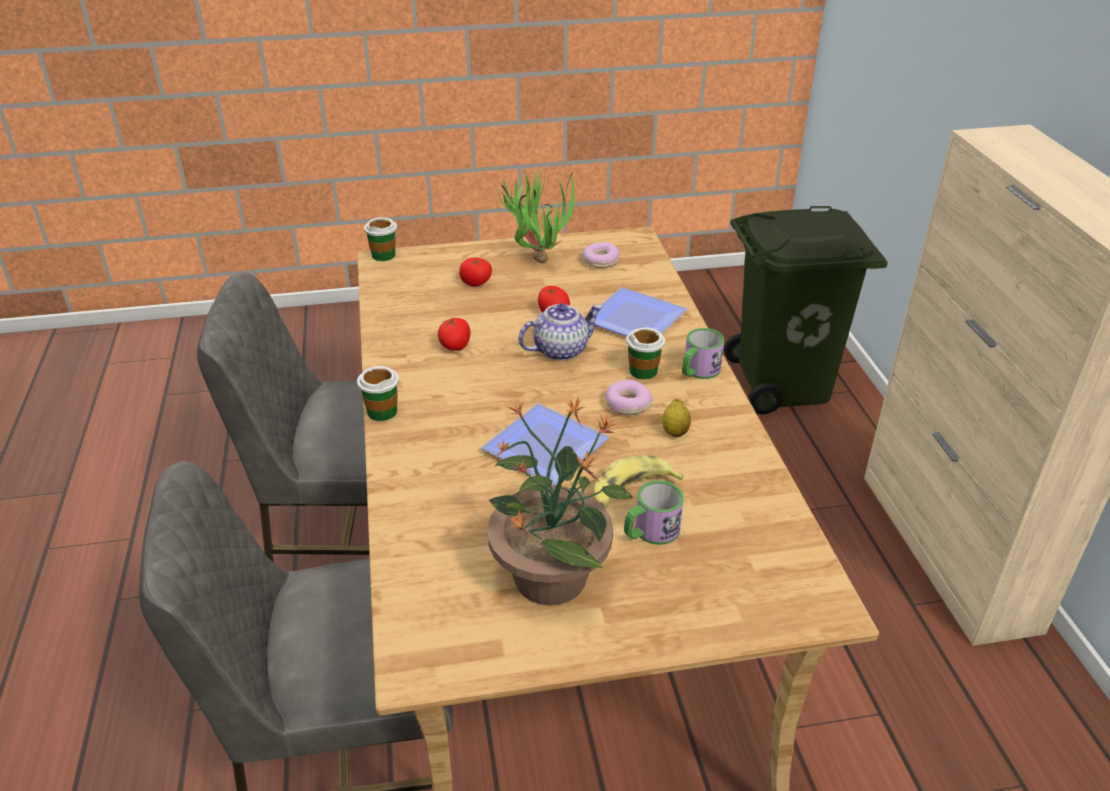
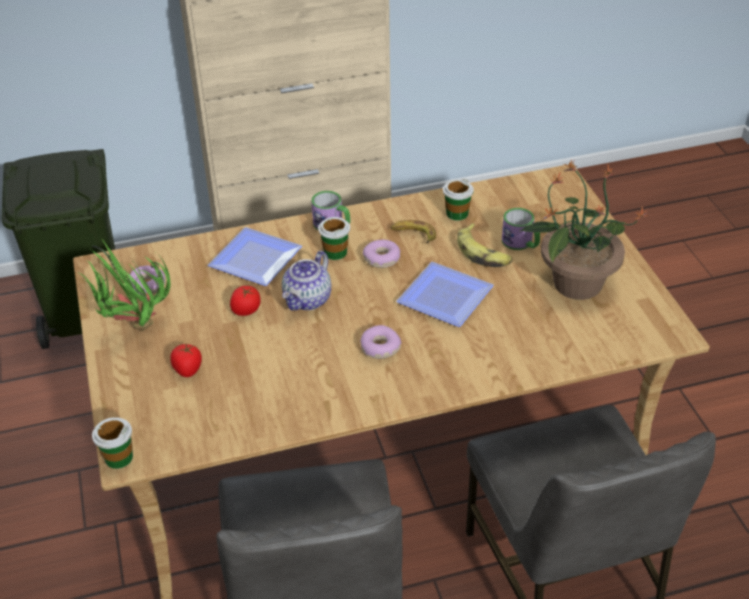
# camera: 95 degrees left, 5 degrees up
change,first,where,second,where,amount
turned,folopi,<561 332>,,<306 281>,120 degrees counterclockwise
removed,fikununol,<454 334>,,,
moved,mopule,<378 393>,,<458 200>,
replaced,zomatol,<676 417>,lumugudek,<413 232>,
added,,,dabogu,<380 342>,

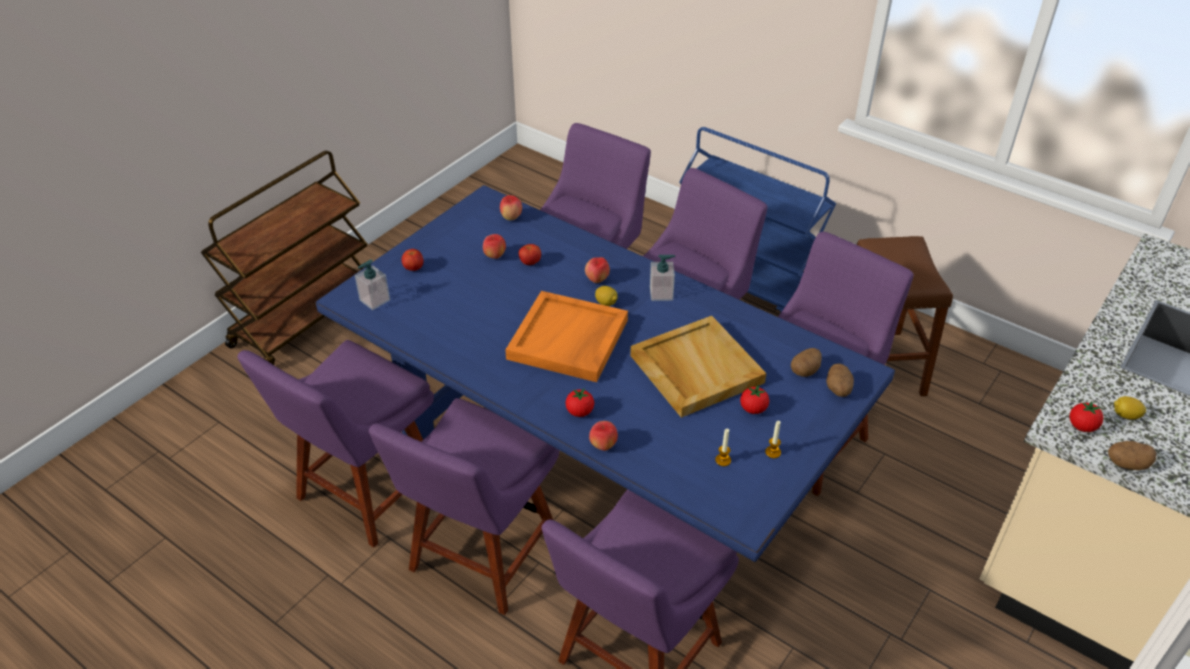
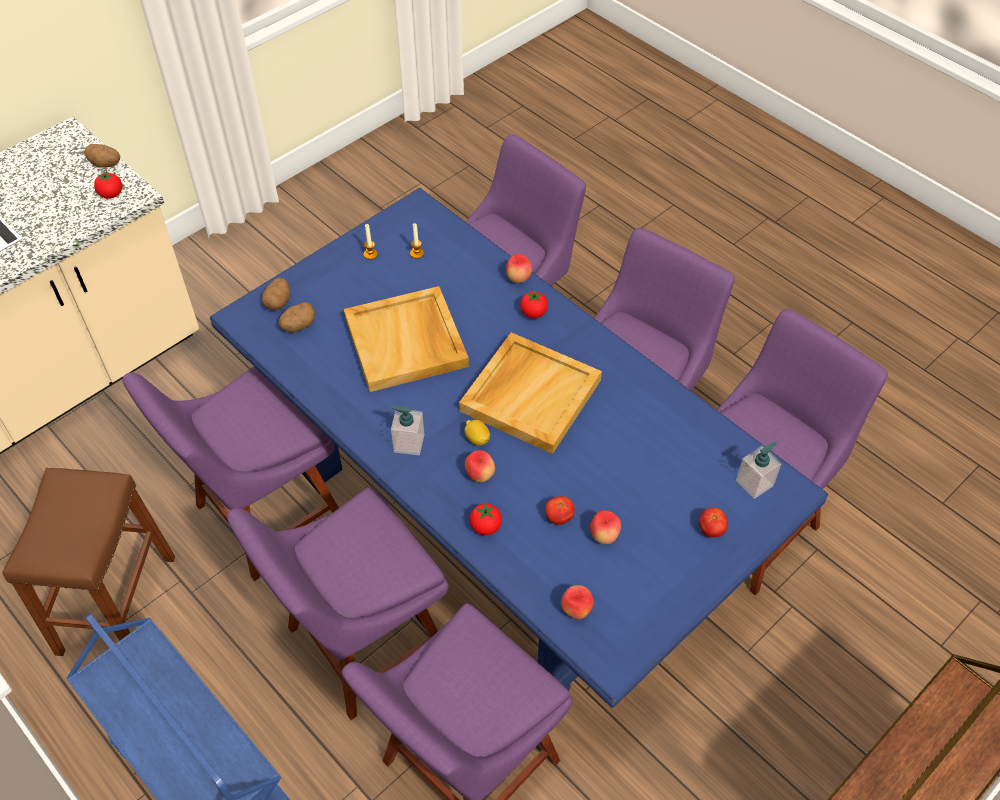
# camera: 170 degrees left, 10 degrees up
change,first,where,second,where,amount
recoloured,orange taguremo,<566 336>,beige taguremo,<530 393>,
moved,fikununol,<754 399>,,<485 519>,
removed,zomatol,<1130 408>,,,

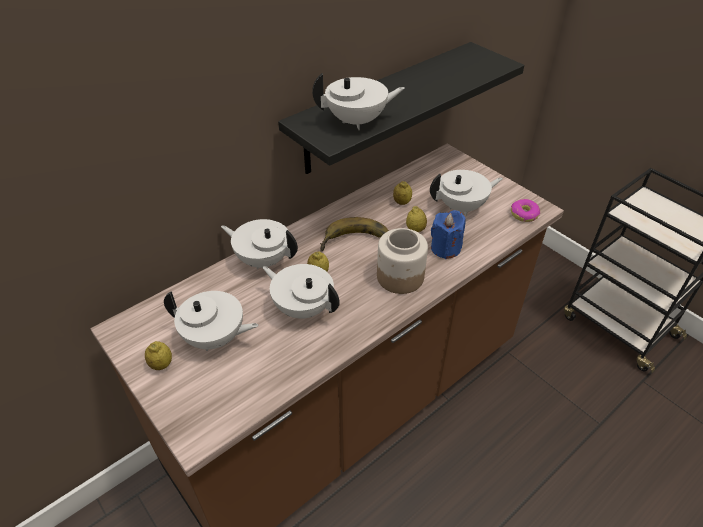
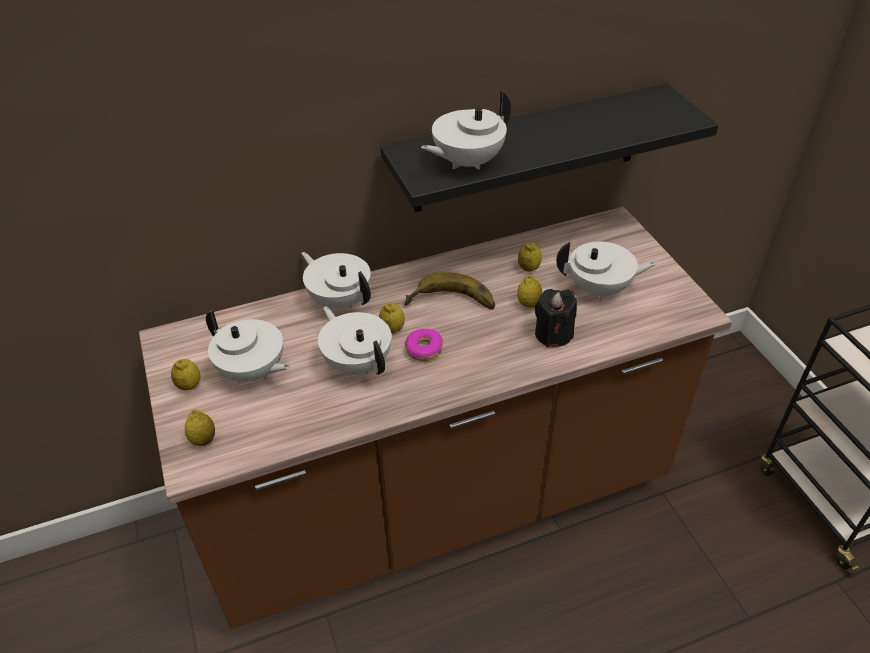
# camera: 20 degrees right, 0 degrees up
change,first,where,second,where,amount
turned,white folopi,<358 101>,,<466 130>,135 degrees clockwise
moved,dabogu,<525 210>,,<424 345>,
recoloured,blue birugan,<448 234>,black birugan,<556 318>,
removed,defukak,<402 261>,,,
added,,,zomatol,<200 427>,

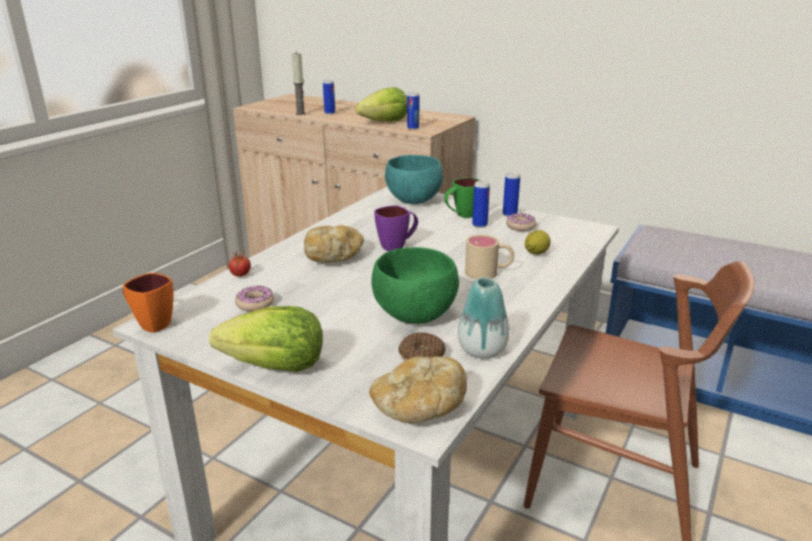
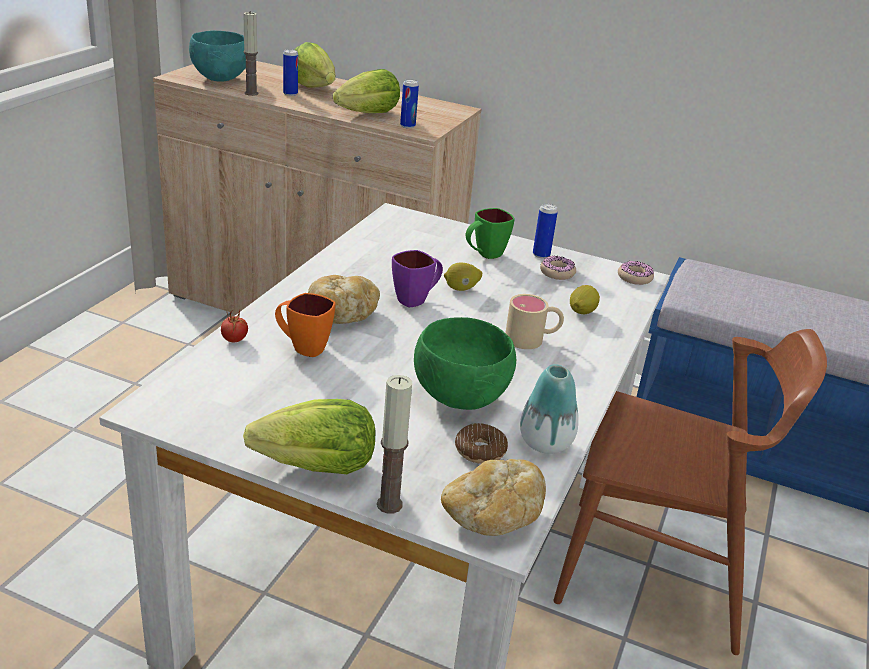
# camera: 10 degrees left, 5 degrees up
change,first,where,second,where,amount
moved,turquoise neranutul,<414 179>,,<217 56>,
removed,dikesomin,<481 204>,,,
moved,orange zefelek,<148 303>,,<305 325>,
moved,dabogu,<254 298>,,<636 273>,
added,,,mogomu,<314 65>,
added,,,zomatol,<463 277>,
added,,,birugan,<394 444>,

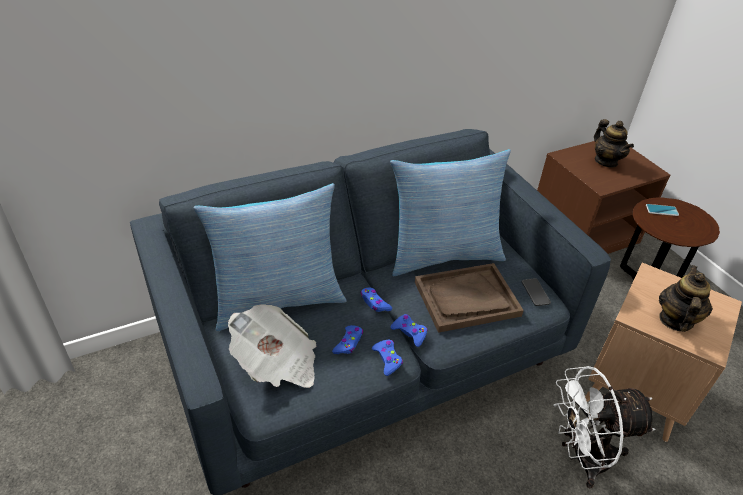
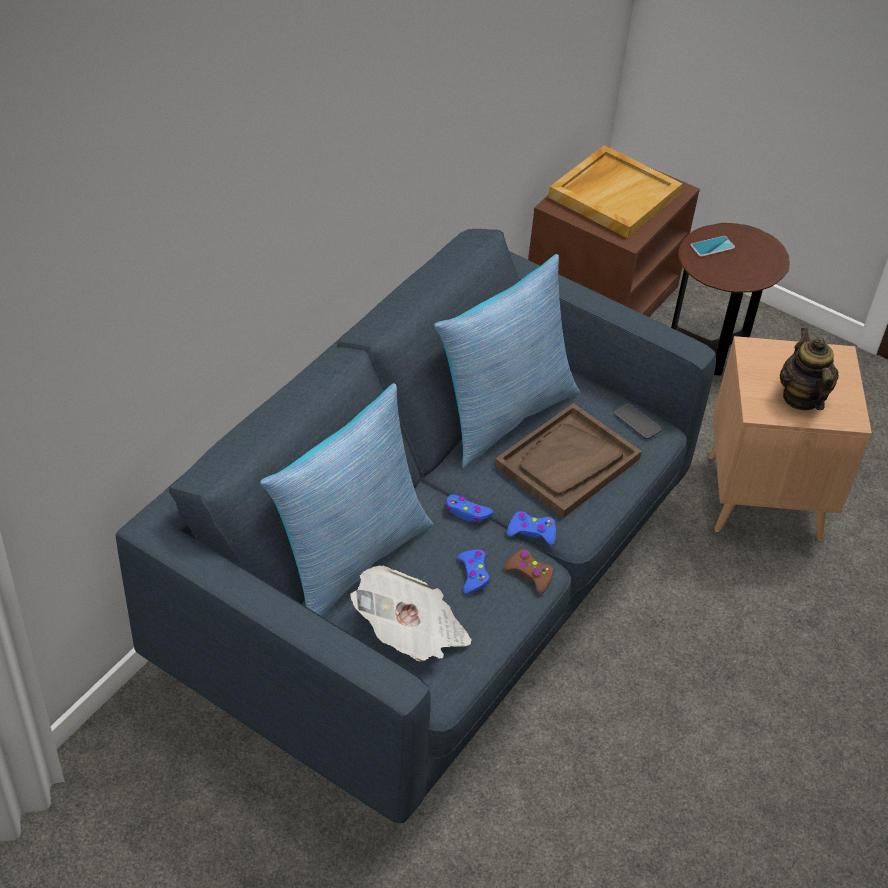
# camera: 30 degrees left, 5 degrees up
change,first,where,second,where,amount
replaced,folopi,<614 143>,beige taguremo,<615 191>,
recoloured,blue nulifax,<387 358>,brown nulifax,<529 572>,
removed,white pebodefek,<604 427>,,,

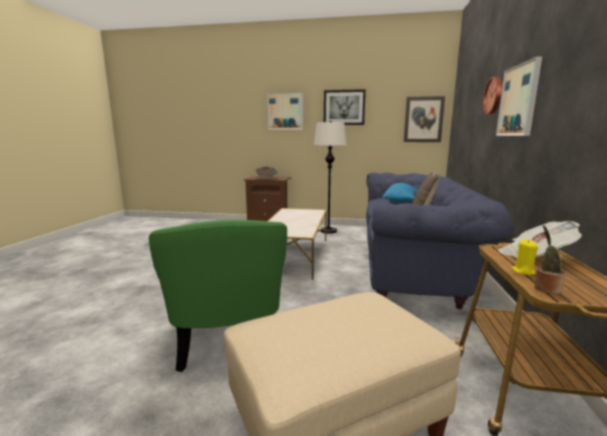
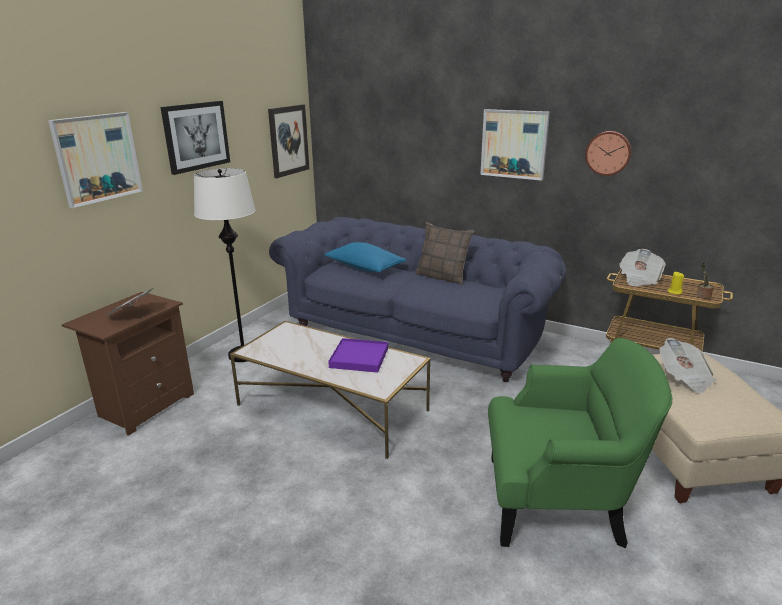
# camera: 70 degrees left, 10 degrees up
change,first,where,second,where,amount
moved,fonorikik,<492 95>,,<608 153>,
added,,,purple taguremo,<358 355>,
added,,,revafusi,<688 366>,

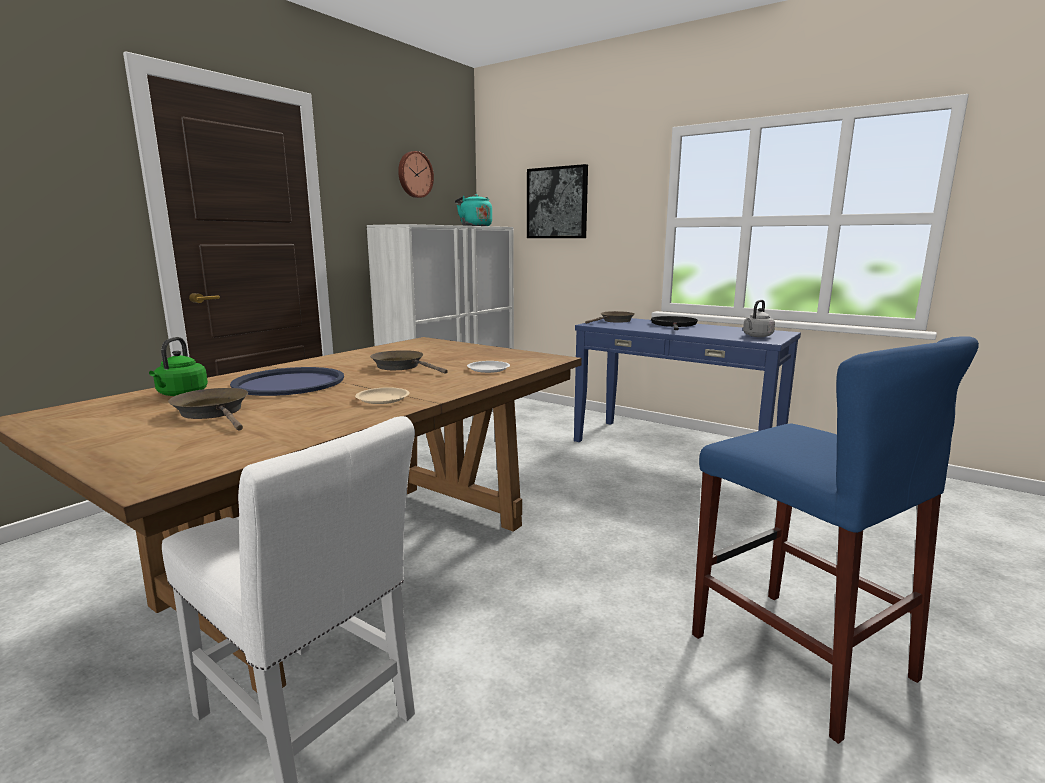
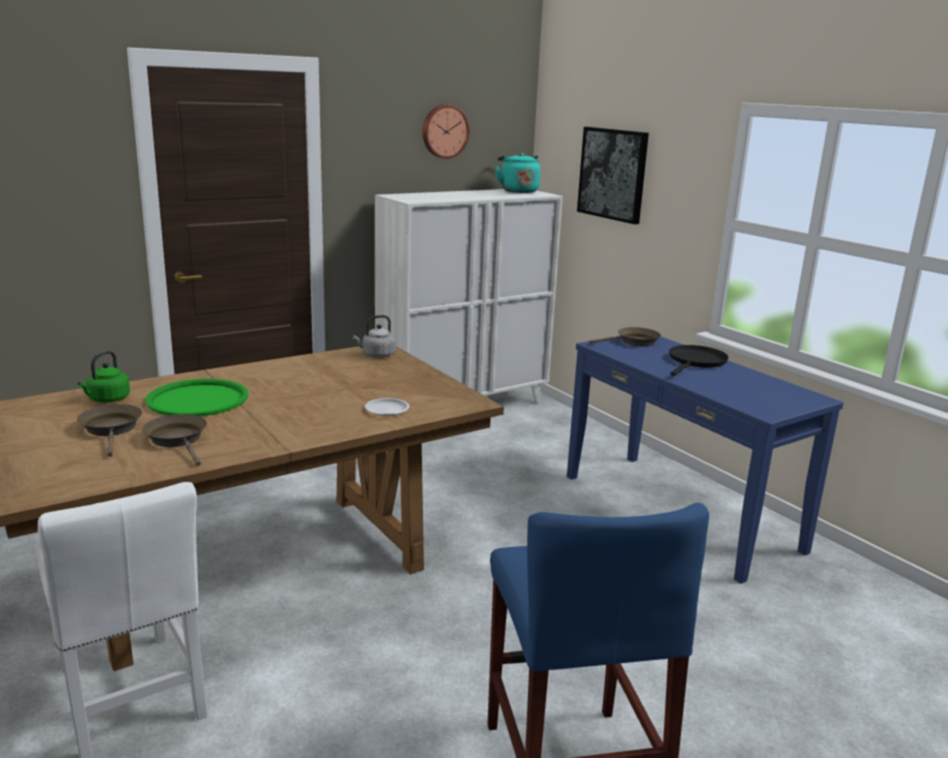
# camera: 20 degrees right, 5 degrees up
change,first,where,second,where,amount
moved,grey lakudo,<759 318>,,<374 336>,
moved,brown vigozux,<409 362>,,<174 440>,
recoloured,blue taguremo,<287 381>,green taguremo,<196 397>,
removed,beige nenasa,<382 395>,,,

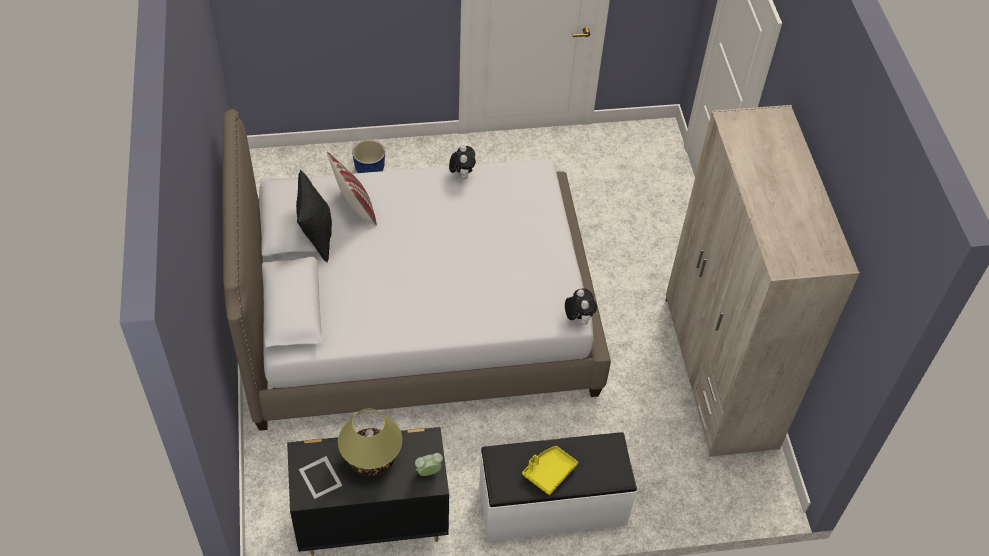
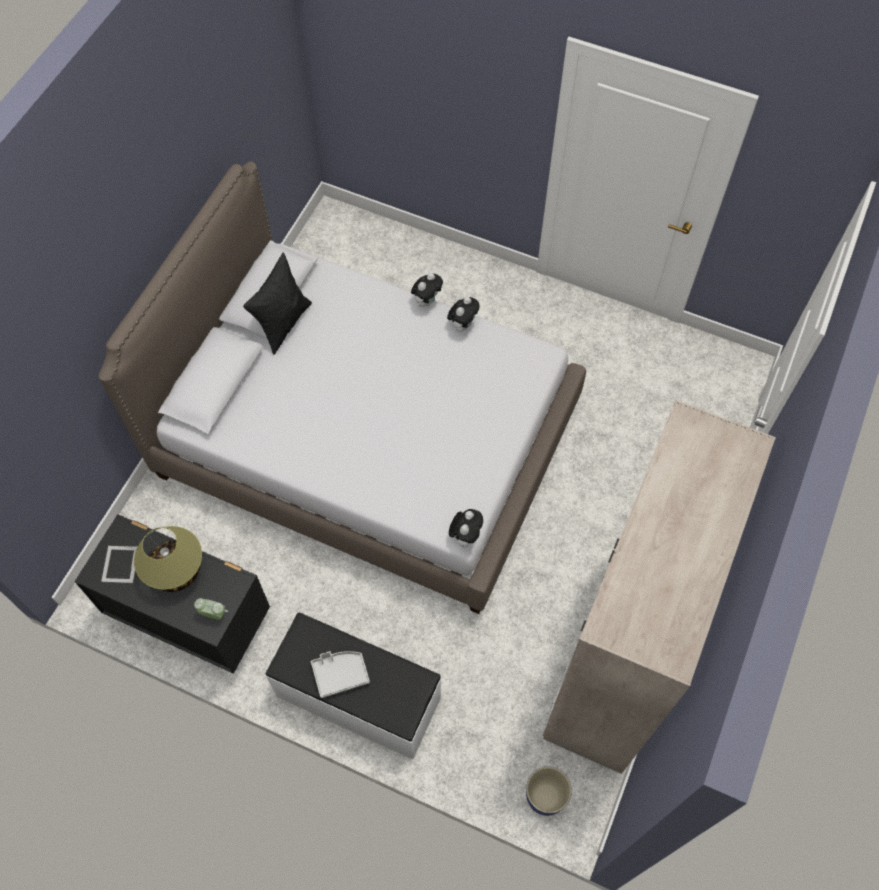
# camera: 35 degrees right, 10 degrees up
change,first,where,second,where,amount
moved,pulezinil,<368 156>,,<549 791>,
removed,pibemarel,<351 189>,,,
recoloured,yellow taguremo,<550 470>,grey taguremo,<340 674>,
added,,,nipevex,<427 290>,

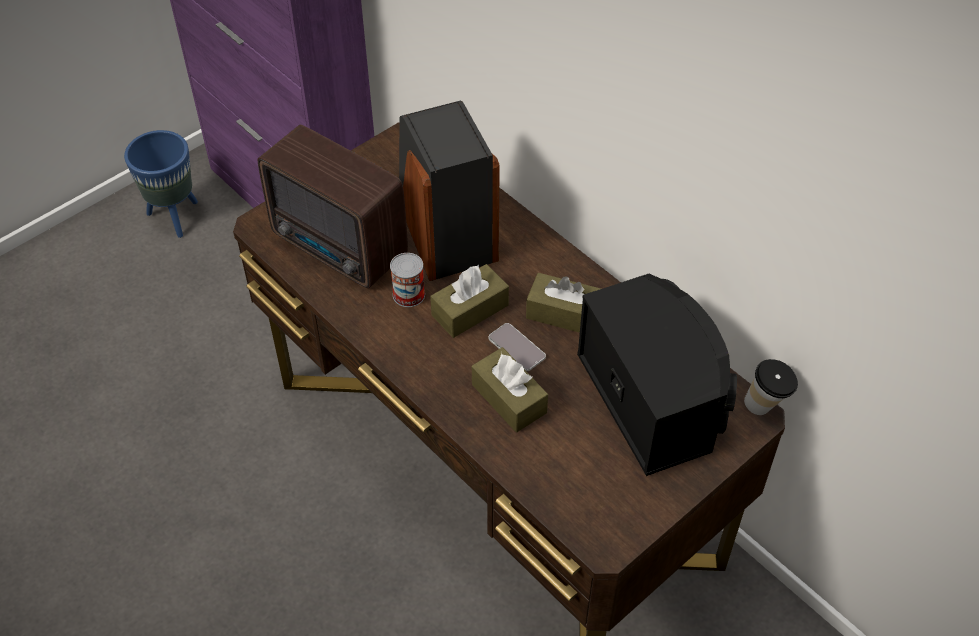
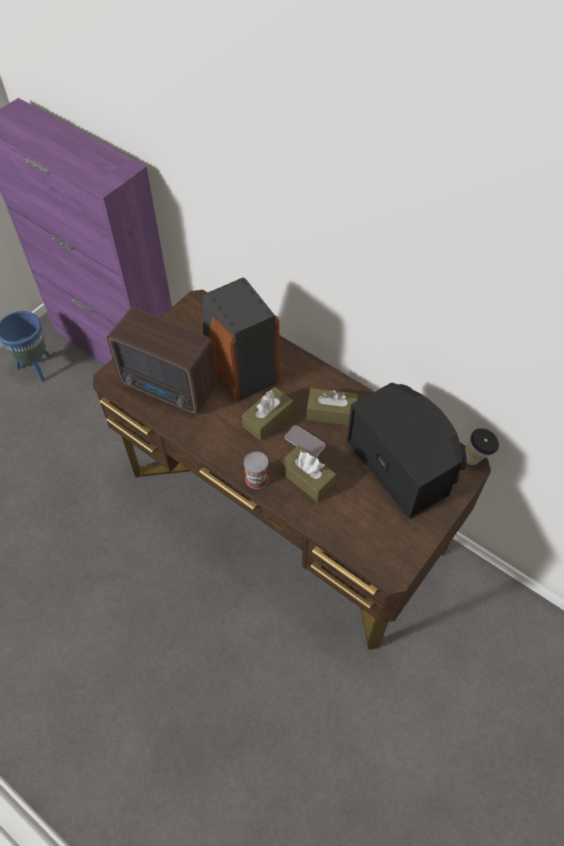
# camera: 10 degrees left, 5 degrees up
change,first,where,second,where,amount
moved,dikesomin,<407 280>,,<256 470>,

